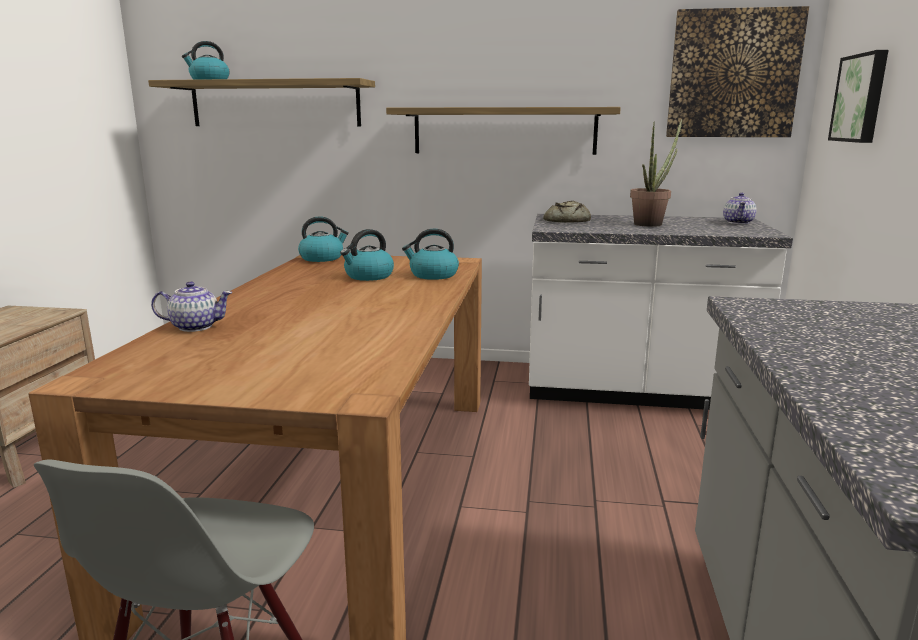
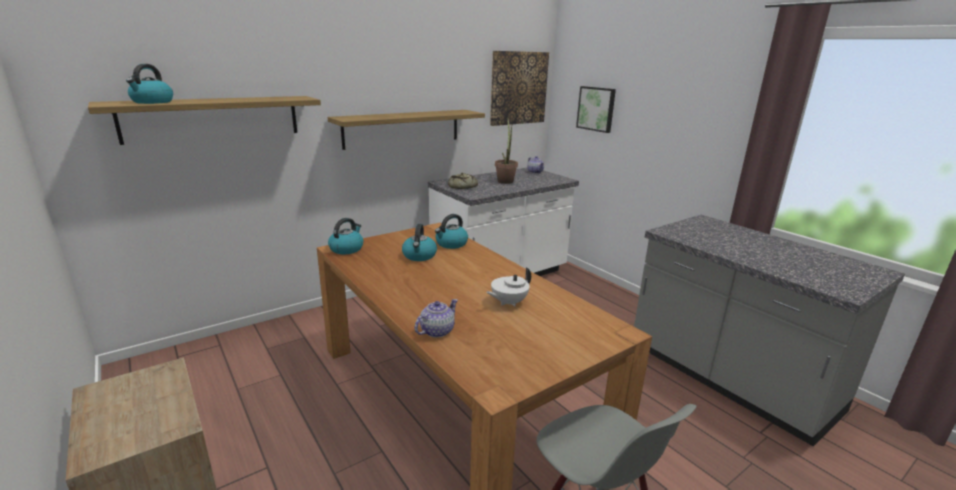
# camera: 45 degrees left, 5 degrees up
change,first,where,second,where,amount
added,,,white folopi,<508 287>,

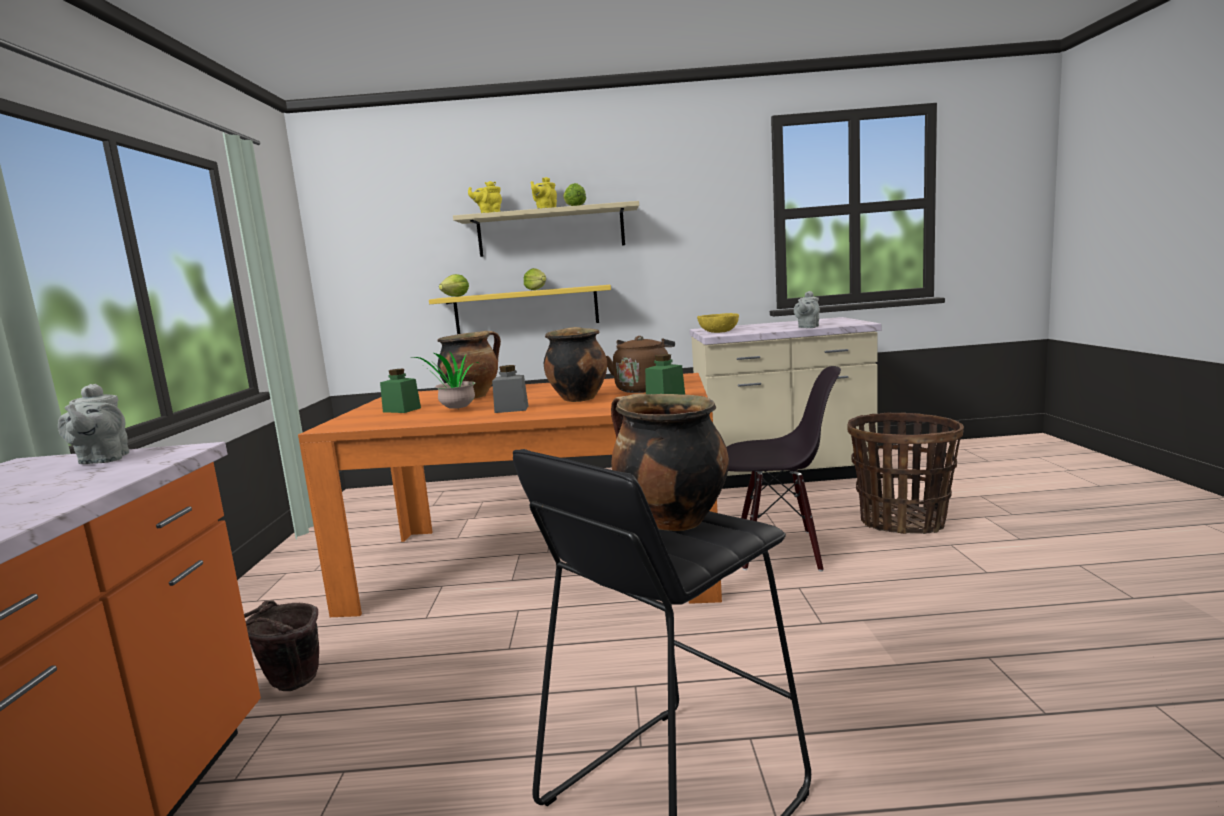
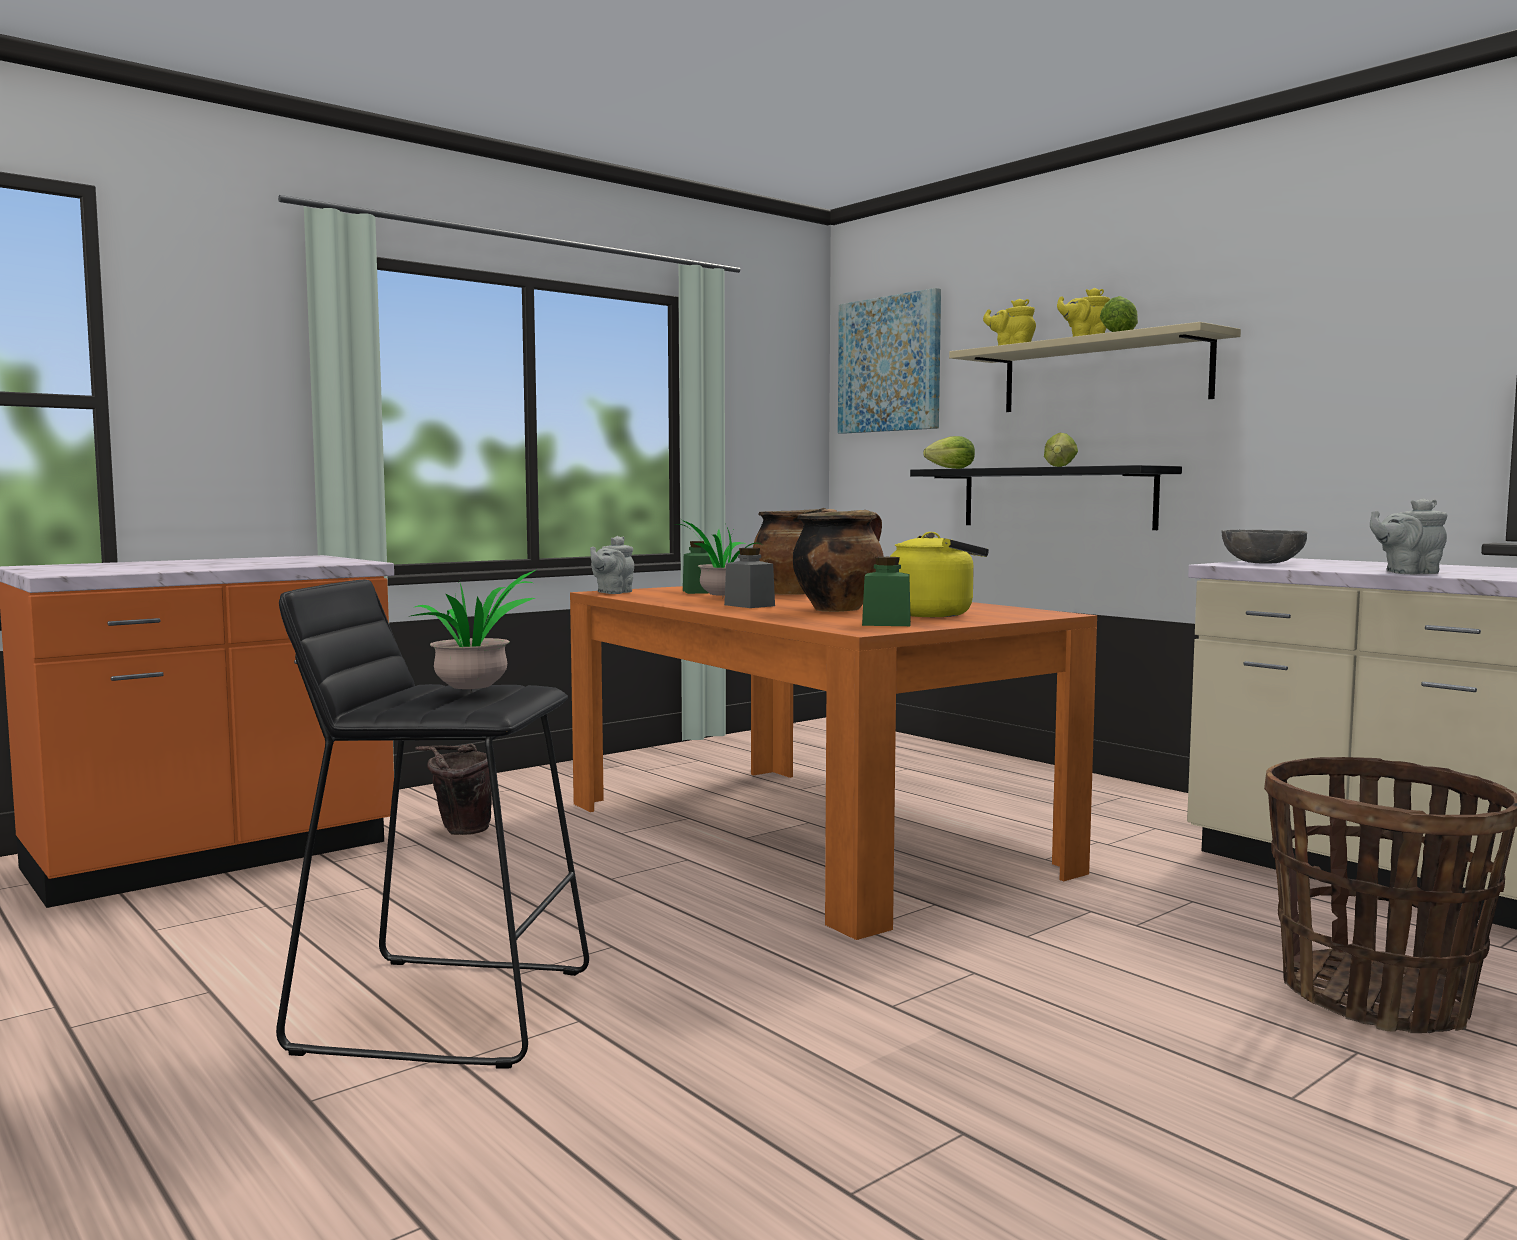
# camera: 50 degrees right, 5 degrees down
change,first,where,second,where,amount
recoloured,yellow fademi,<520 309>,black fademi,<1046 497>,
recoloured,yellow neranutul,<718 323>,grey neranutul,<1264 546>,
recoloured,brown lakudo,<640 364>,yellow lakudo,<939 574>,
removed,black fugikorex,<783 468>,,,
moved,grey folopi,<93 424>,,<612 565>,
replaced,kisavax,<670 462>,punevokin,<472 631>,
added,,,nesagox,<889 361>,

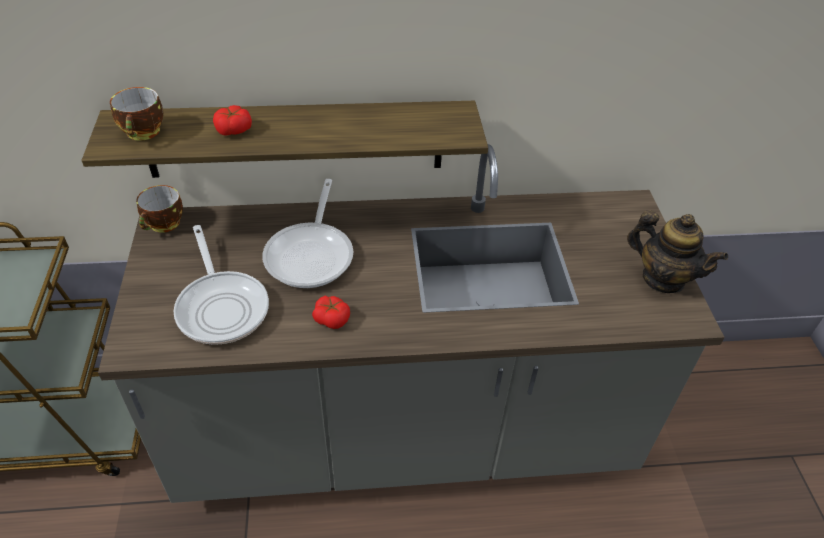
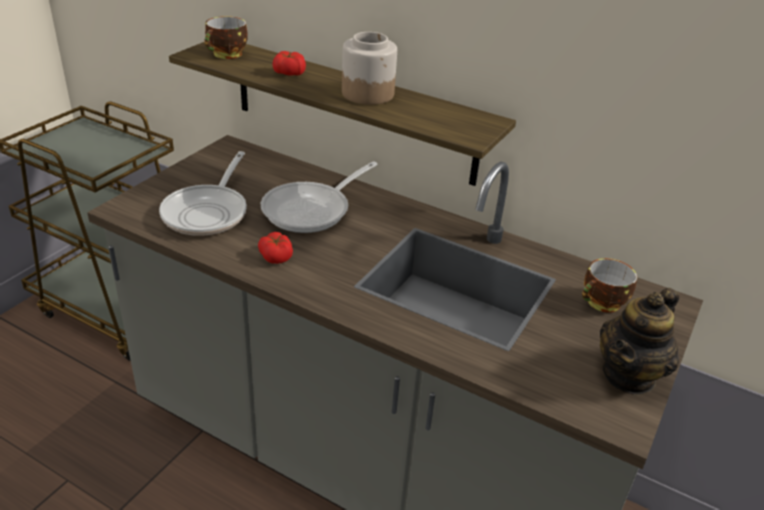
# camera: 35 degrees right, 10 degrees down
change,first,where,second,where,amount
moved,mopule,<159 209>,,<609 285>,
turned,folopi,<677 251>,,<639 342>,60 degrees clockwise
added,,,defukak,<369 68>,

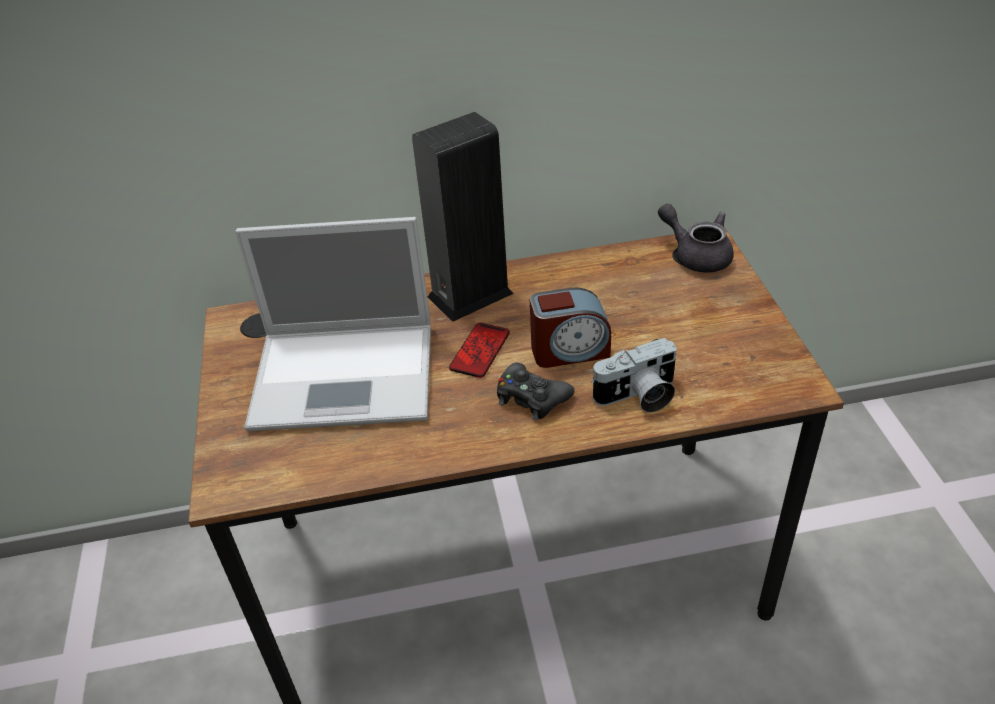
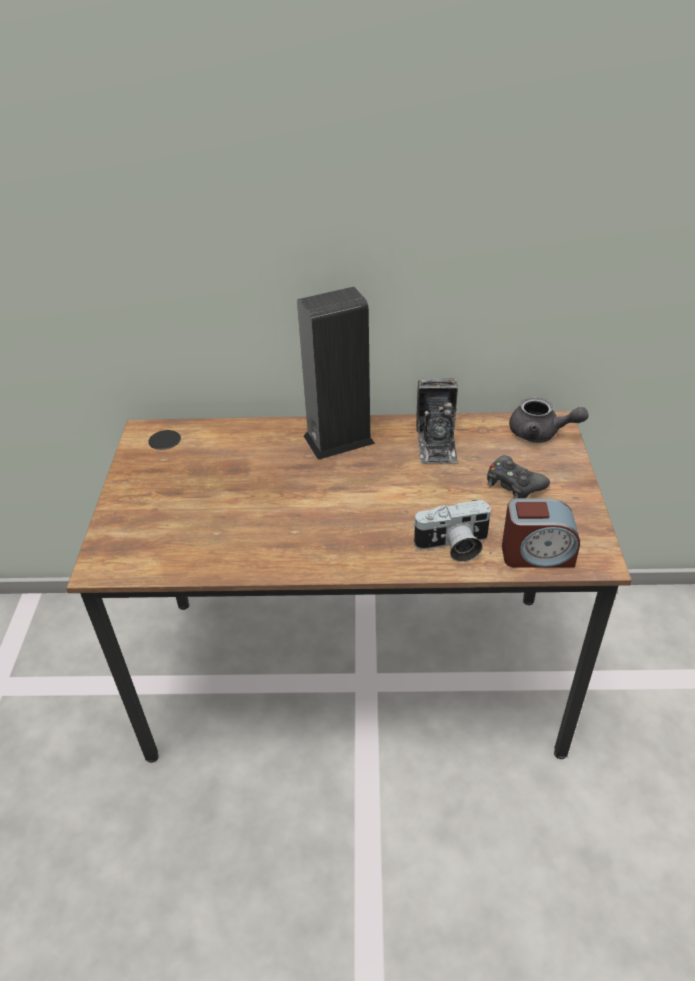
# camera: 10 degrees right, 0 degrees up
change,first,where,second,where,amount
turned,grey folopi,<696 238>,,<549 419>,150 degrees clockwise
removed,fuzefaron,<333 324>,,,
moved,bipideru,<570 327>,,<541 533>,
removed,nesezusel,<479 350>,,,
moved,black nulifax,<536 391>,,<518 477>,
added,,,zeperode,<437 421>,

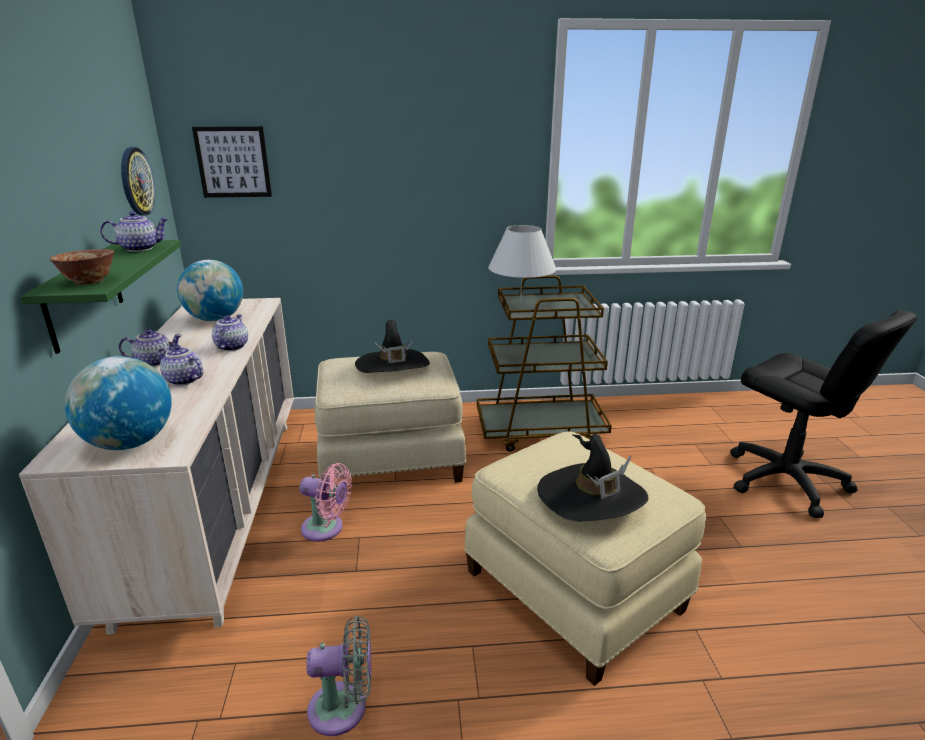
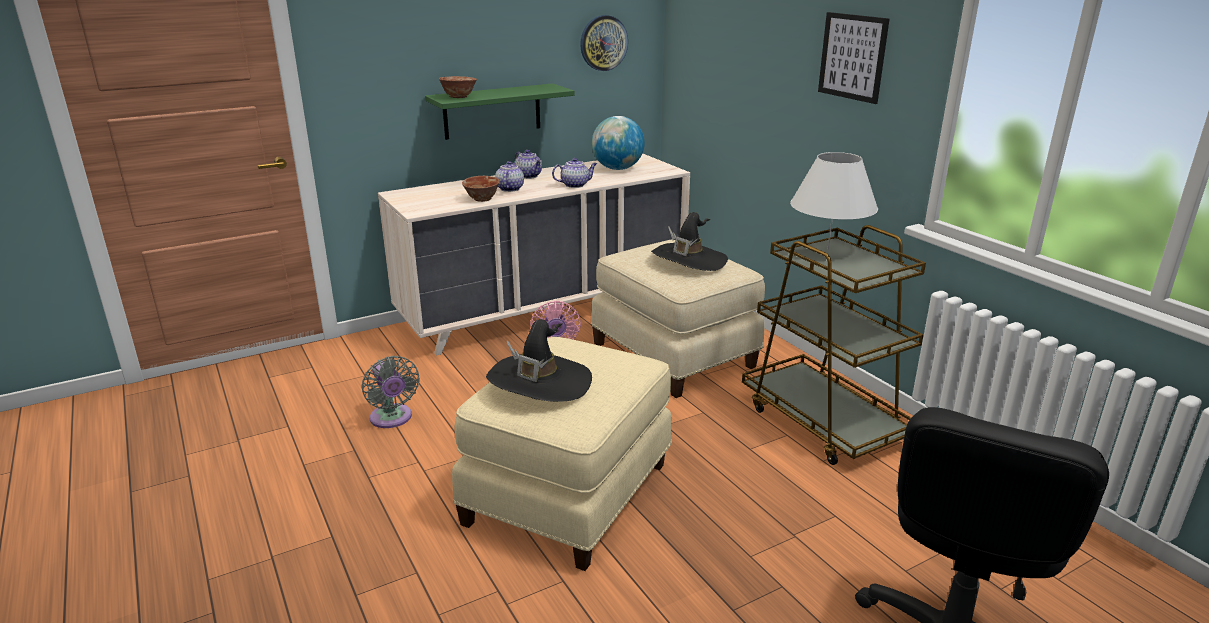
# camera: 65 degrees right, 0 degrees up
change,first,where,second,where,amount
moved,nesagox,<232 162>,,<853 58>,
removed,folopi,<134 231>,,,
removed,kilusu,<118 403>,,,
added,,,neranutul,<481 189>,

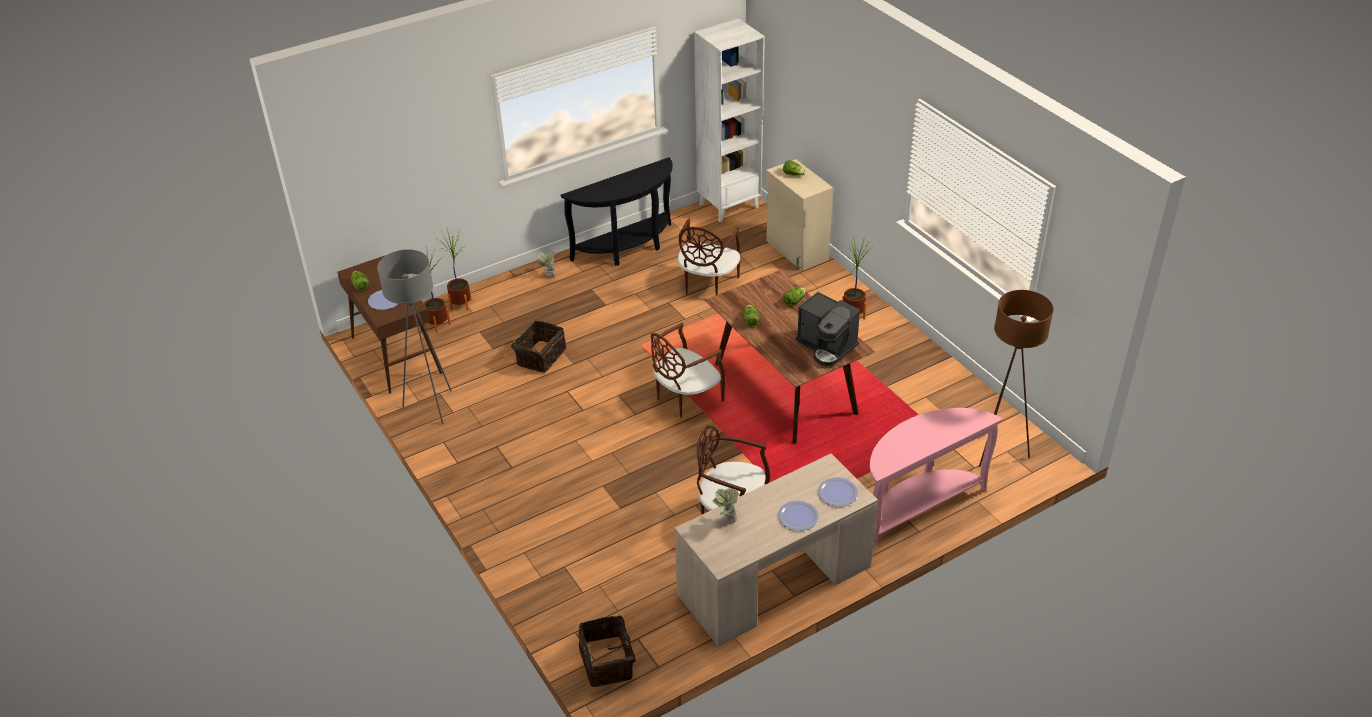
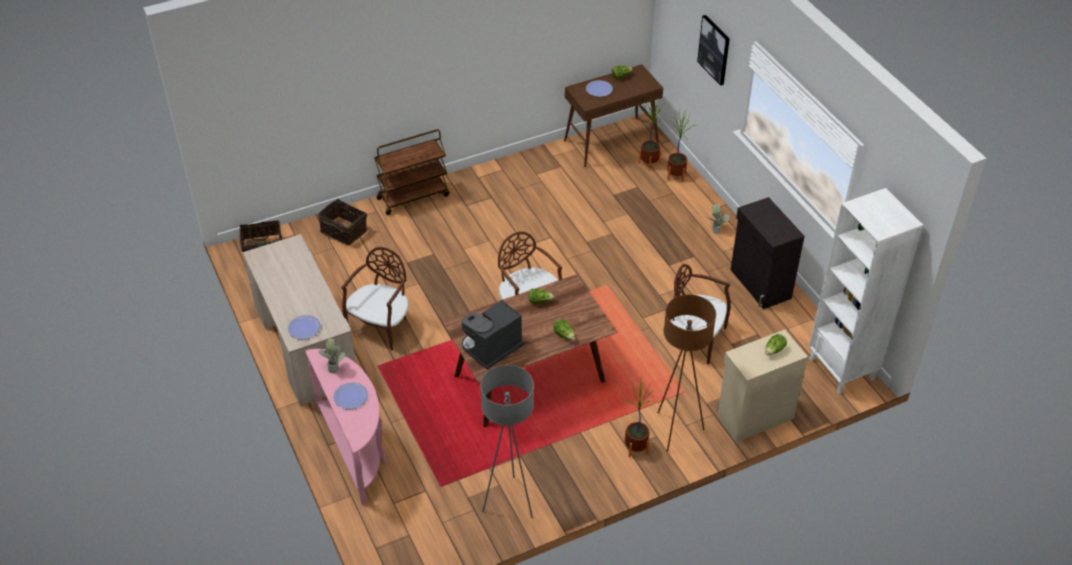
# camera: 95 degrees right, 5 degrees up
change,first,where,second,where,amount
replaced,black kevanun,<617 211>,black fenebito,<767 253>,
moved,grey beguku,<414 336>,,<507 441>,
moved,brown beguku,<1016 378>,,<686 373>,
moved,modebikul,<538 347>,,<342 222>,
moved,punevokin,<726 505>,,<332 355>,
moved,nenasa,<798 516>,,<350 395>,
added,,,nesagox,<713 50>,
added,,,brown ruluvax,<411 172>,

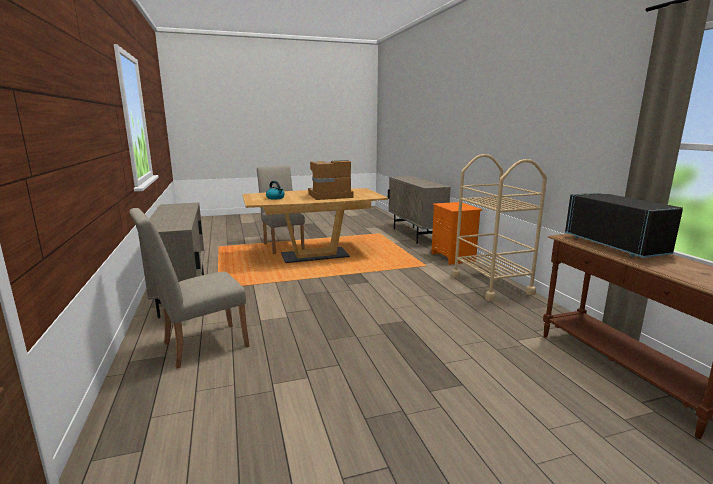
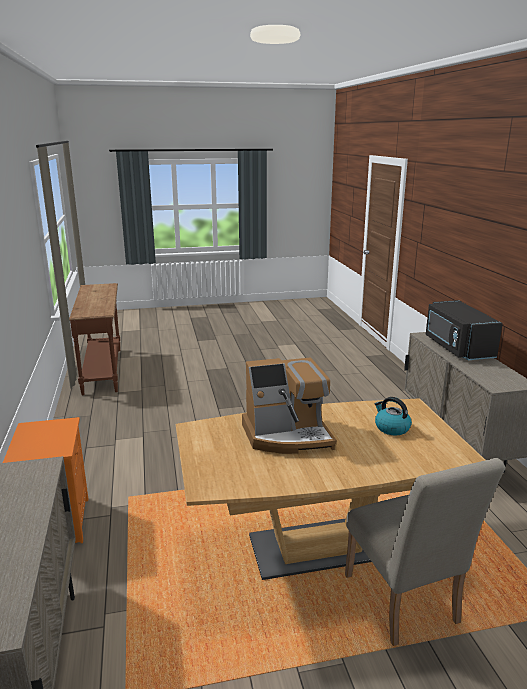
# camera: 175 degrees left, 5 degrees up
change,first,where,second,where,amount
removed,beige ruluvax,<499 227>,,,
moved,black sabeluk,<624 225>,,<464 330>,
removed,beige fugikorex,<189 288>,,,

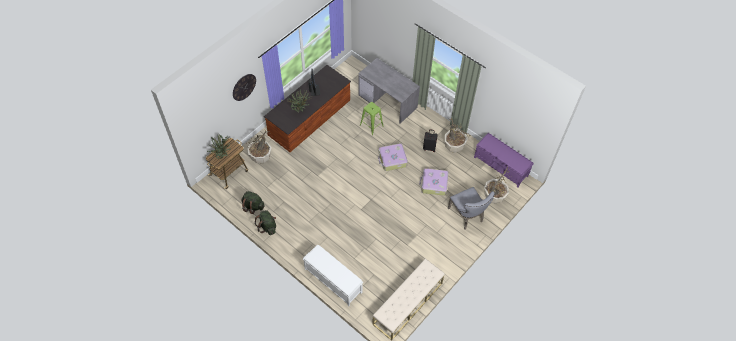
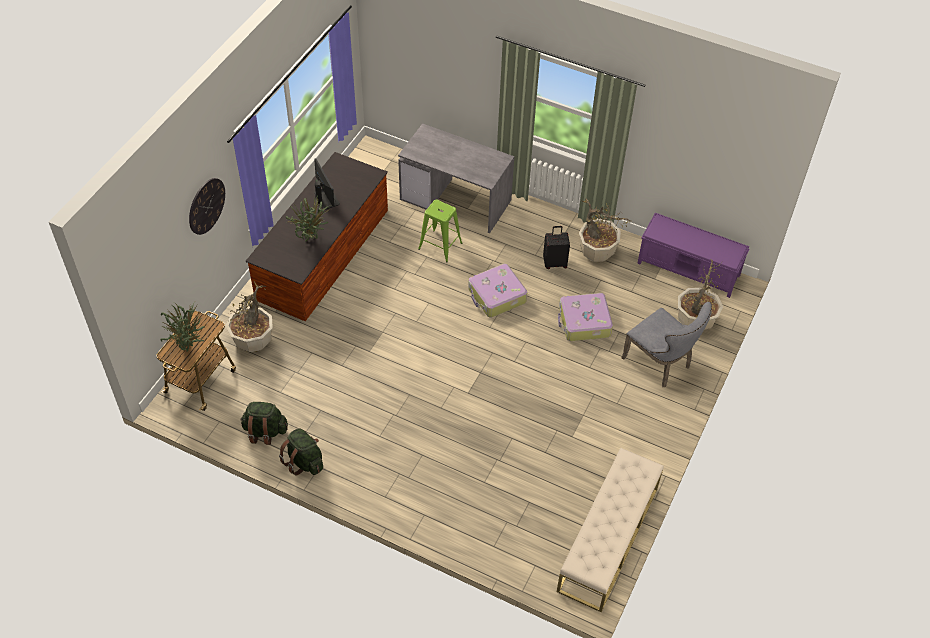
# camera: 15 degrees left, 5 degrees down
change,first,where,second,where,amount
removed,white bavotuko,<333 276>,,,

